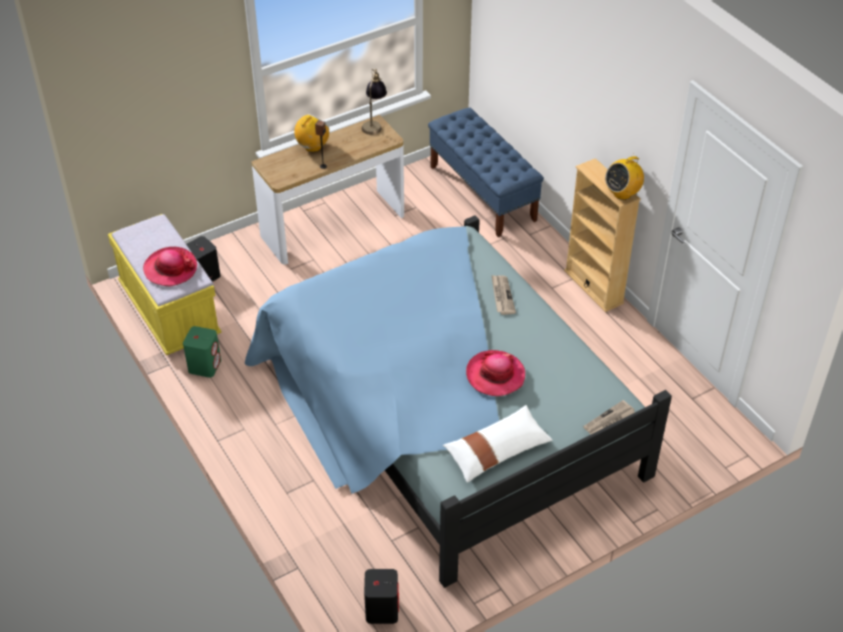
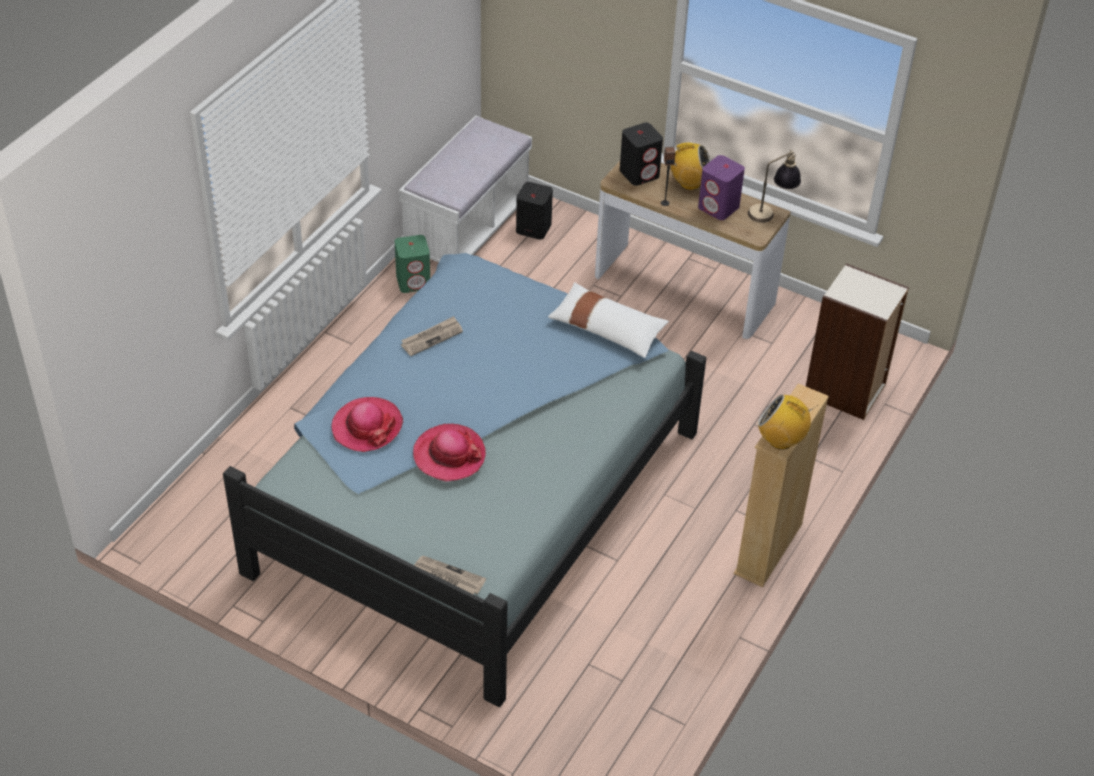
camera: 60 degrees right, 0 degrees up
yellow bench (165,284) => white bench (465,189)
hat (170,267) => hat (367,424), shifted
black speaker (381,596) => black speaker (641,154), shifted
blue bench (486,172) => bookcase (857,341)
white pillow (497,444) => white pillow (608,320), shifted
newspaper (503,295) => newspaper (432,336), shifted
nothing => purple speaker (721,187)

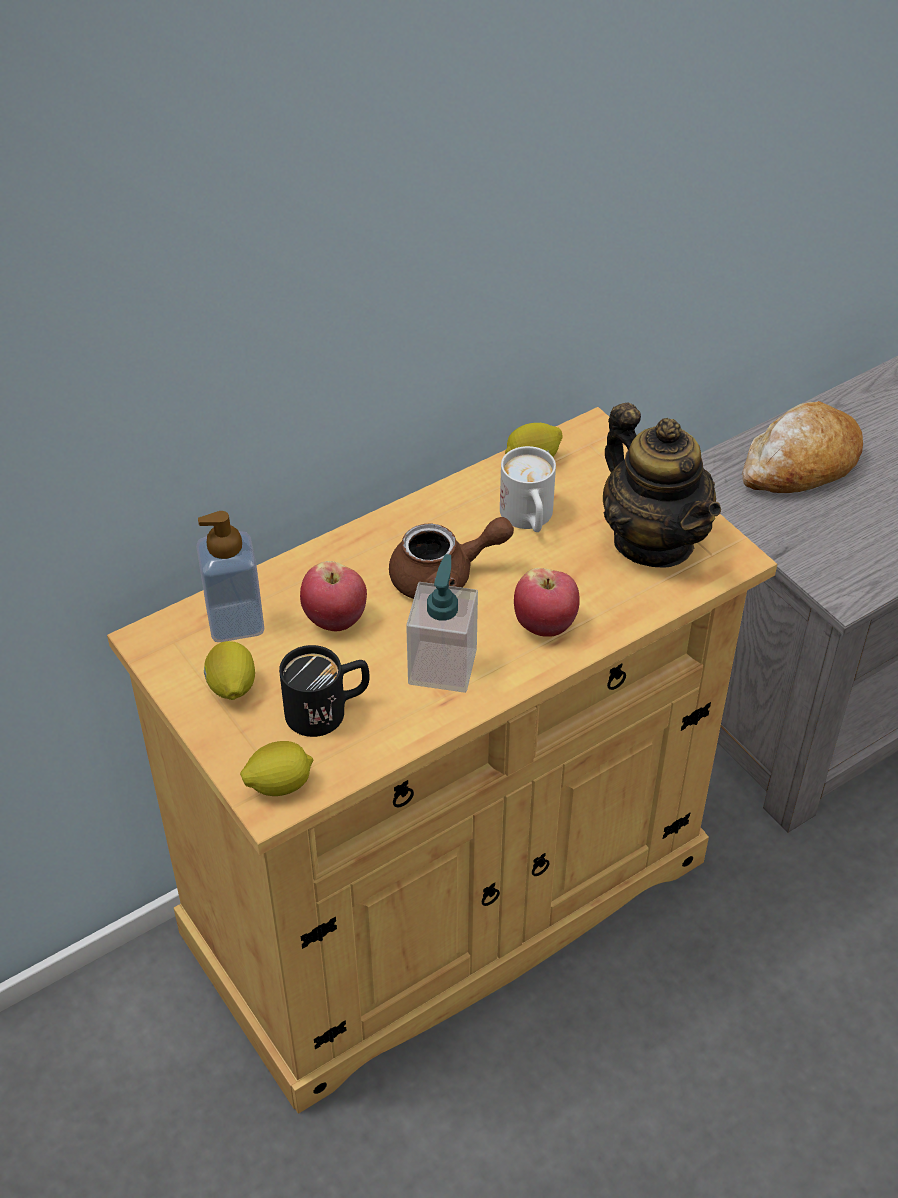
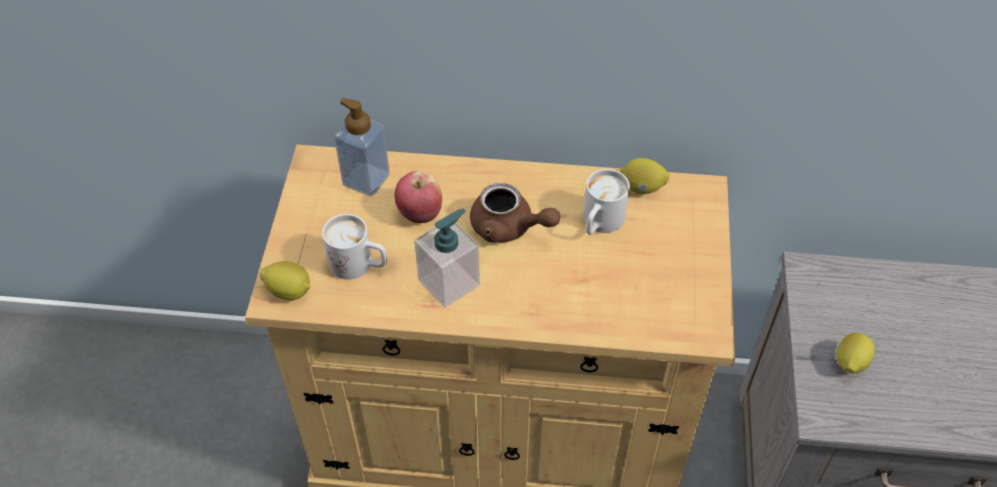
camera: 40 degrees right, 5 degrees up
lemon (229,670) => lemon (856,353), shifted
black mug (324,691) => white mug (354,247)
apple (547,602) => nothing
teapot (662,485) => nothing
bread (802,447) => nothing

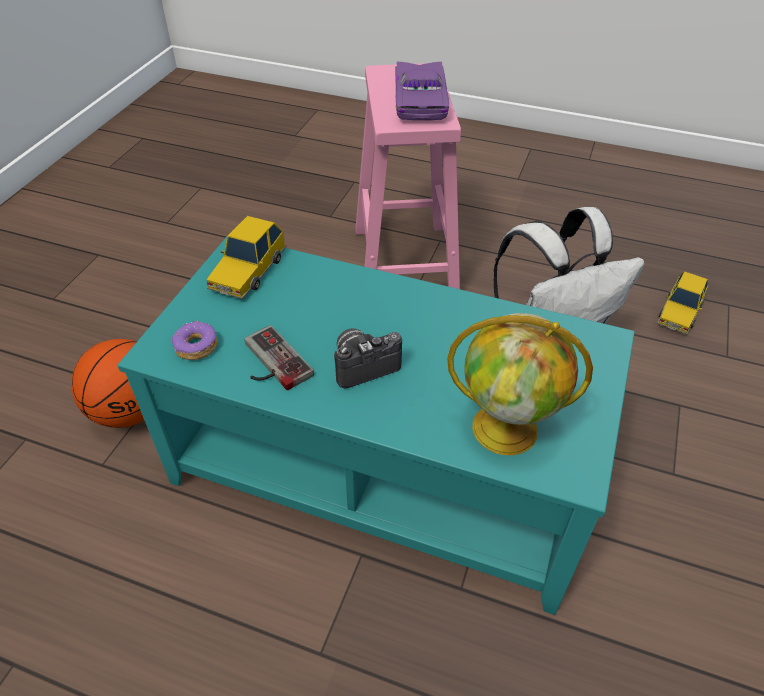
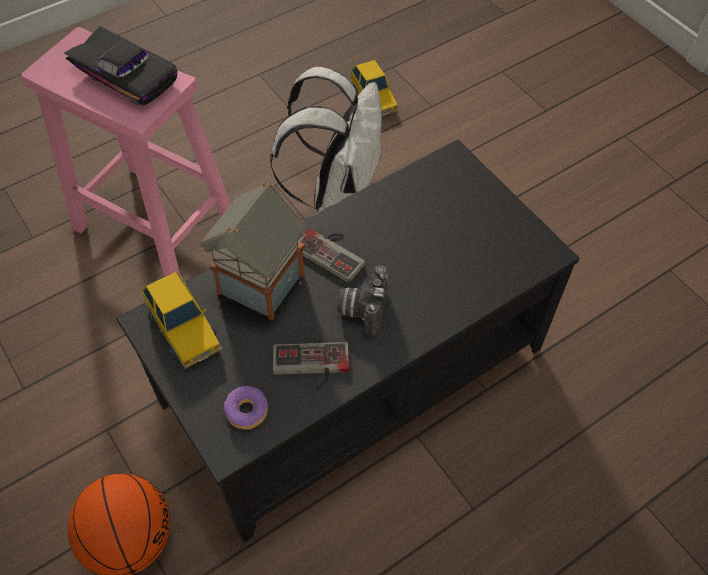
camera: 55 degrees left, 10 degrees up
turquoise coffee table (376,426) => black coffee table (348,341)
purple toy car (422,90) => black toy car (121,65)
globe (520,384) => nothing
nothing => toy house (253,251)
nothing => game controller (331,256)

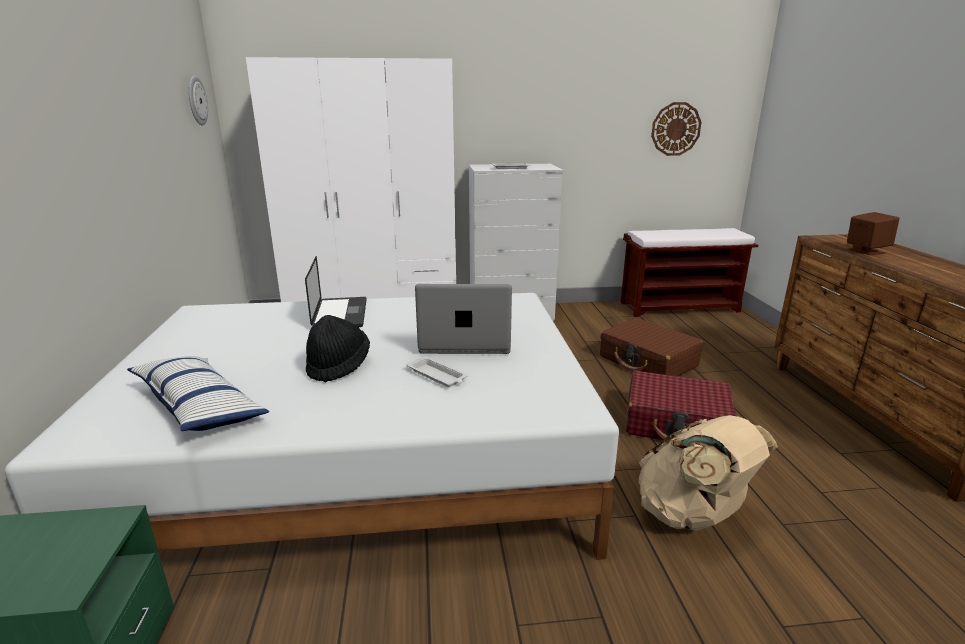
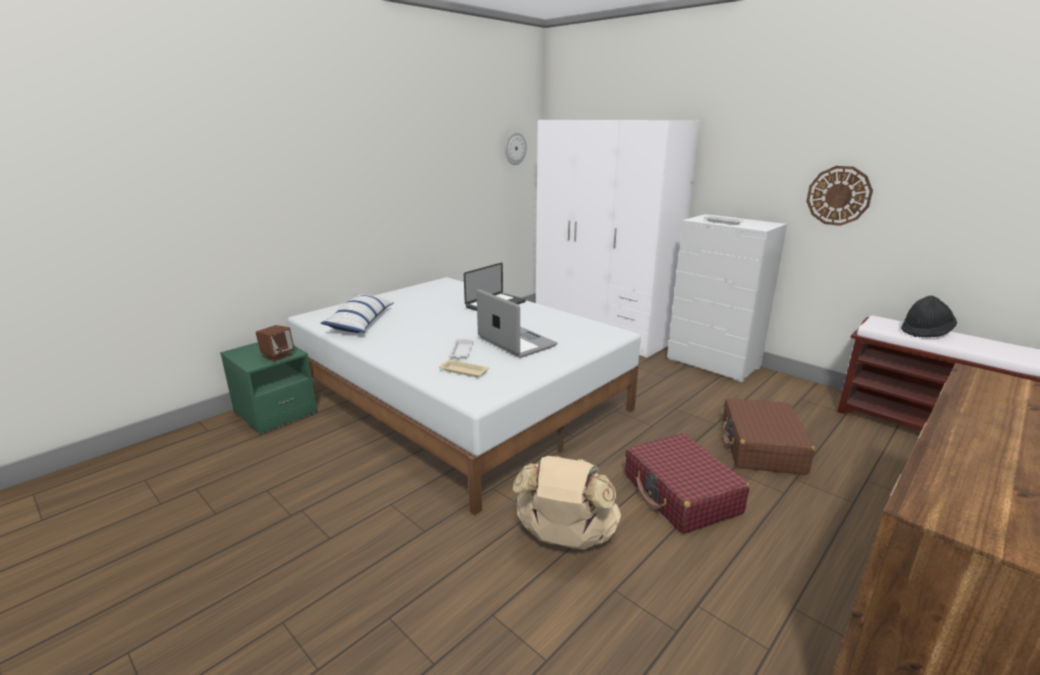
camera: 50 degrees right, 0 degrees up
black hat (338,348) => black hat (929,316), shifted
wall clock (676,129) => wall clock (839,196), shifted
brown speaker (873,233) => brown speaker (275,343), shifted
nothing => beige tray (464,368)

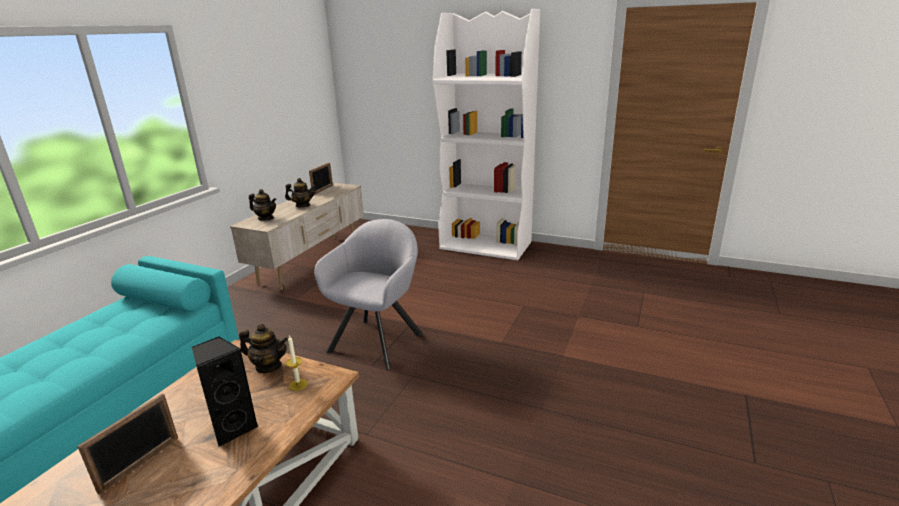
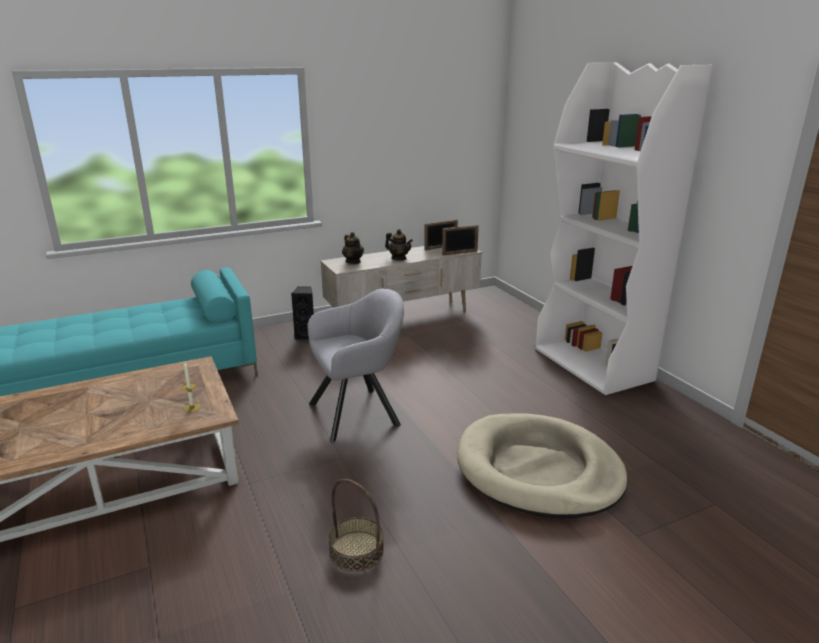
camera: 40 degrees right, 0 degrees up
picture frame (127,443) => picture frame (460,240), shifted
black speaker (225,391) => black speaker (302,313), shifted
teapot (263,348) => nothing
nothing => basket (356,525)
nothing => beige dog bed (542,466)

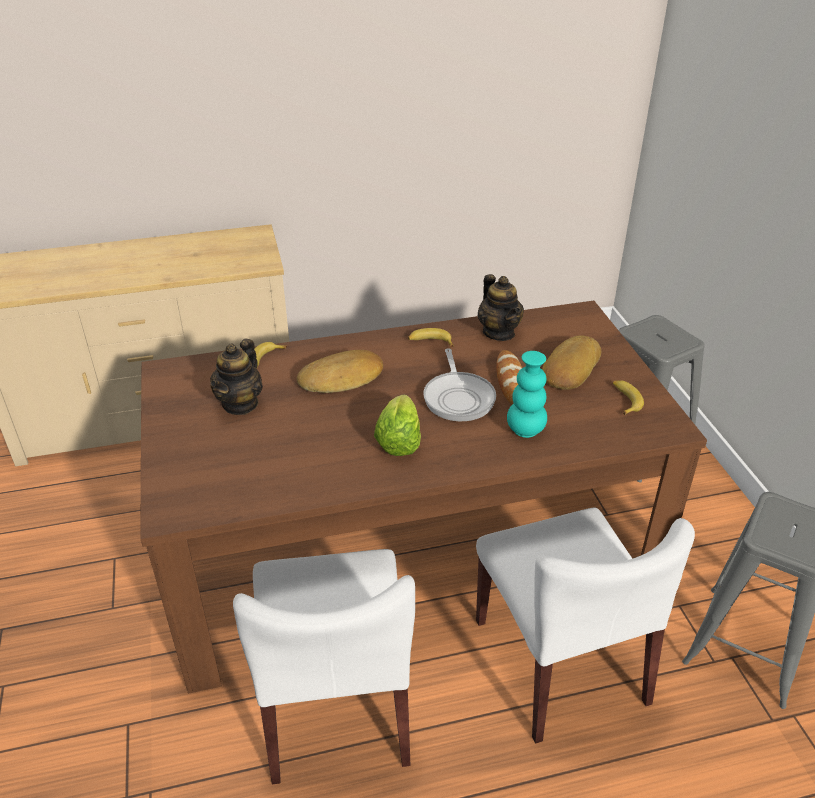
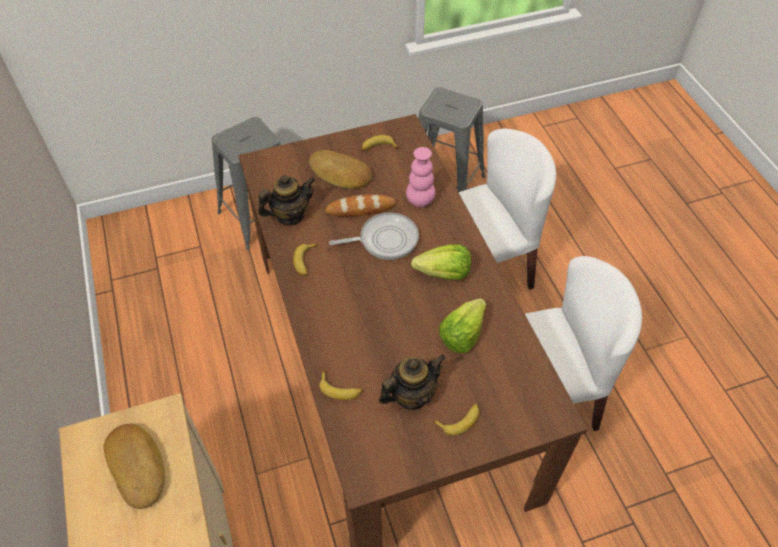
camera: 95 degrees left, 15 degrees up
teapot (236,376) => teapot (412,382), 45 degrees counterclockwise
bread (340,371) => bread (134,466), shifted
turquoise vase (527,394) => pink vase (420,177)
nothing => banana (456,419)
nothing => lettuce (462,326)

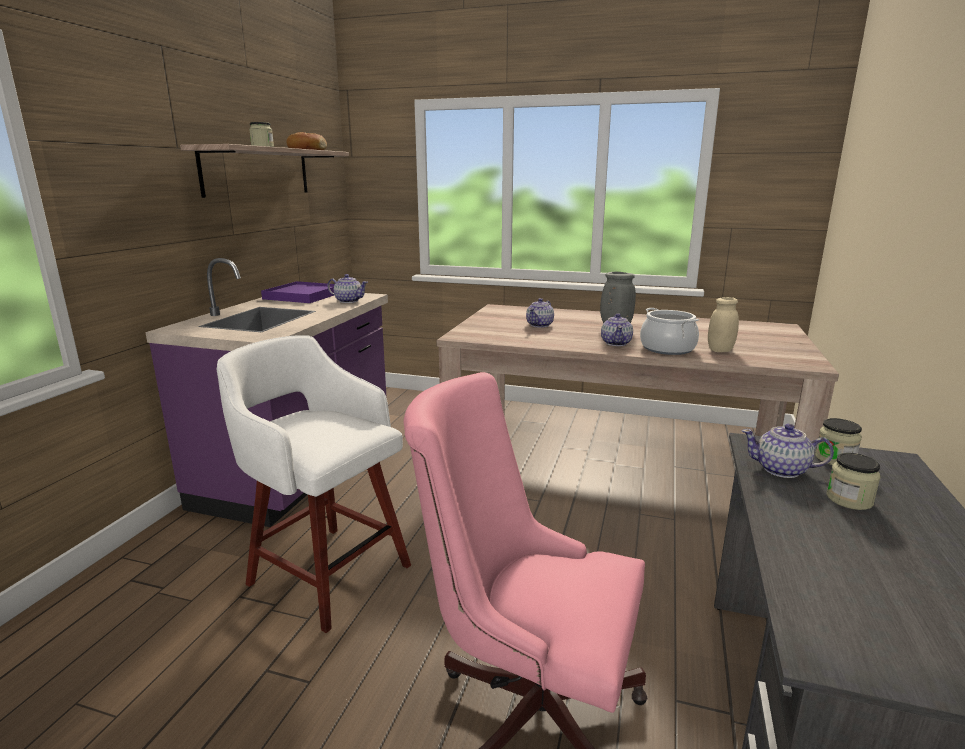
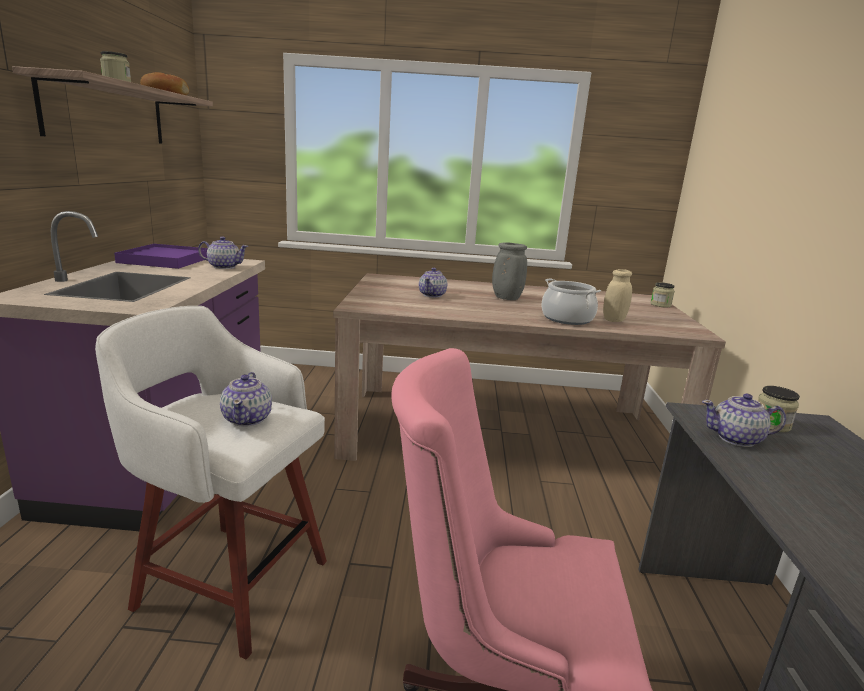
camera: 15 degrees left, 0 degrees up
teapot (617,329) => teapot (246,399), shifted
jar (854,481) => jar (662,294), shifted

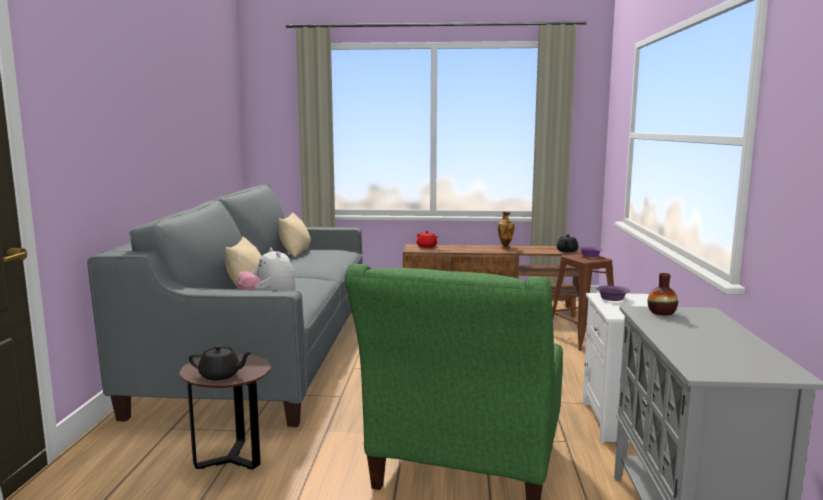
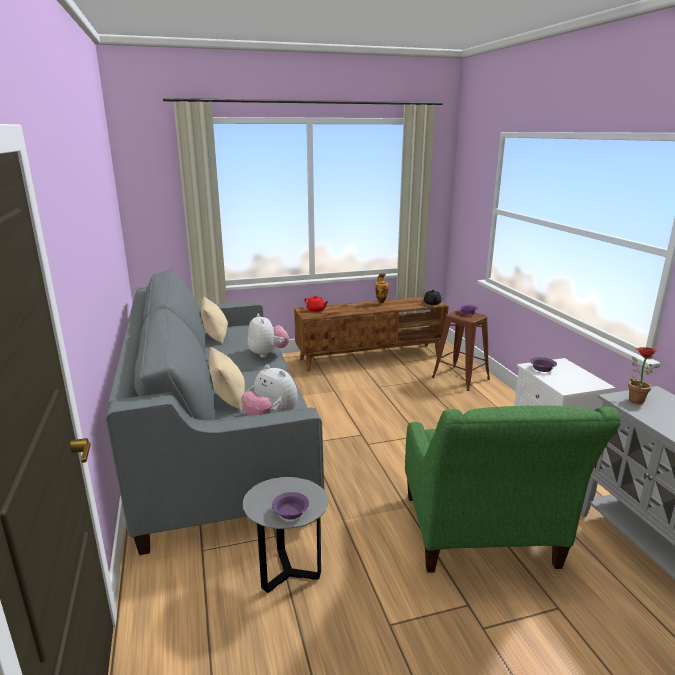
camera: 20 degrees left, 10 degrees up
brown side table (225,411) => grey side table (285,535)
black teapot (220,362) => purple bowl (290,505)
vase (663,294) => potted plant (644,375)
nothing => plush toy (268,335)

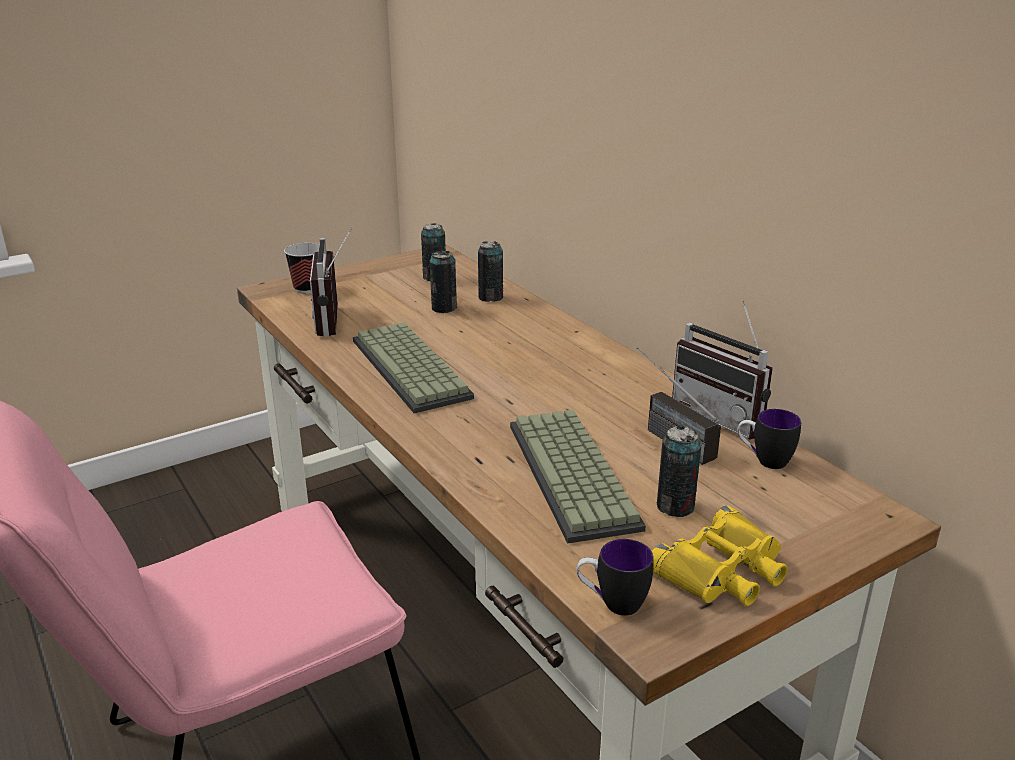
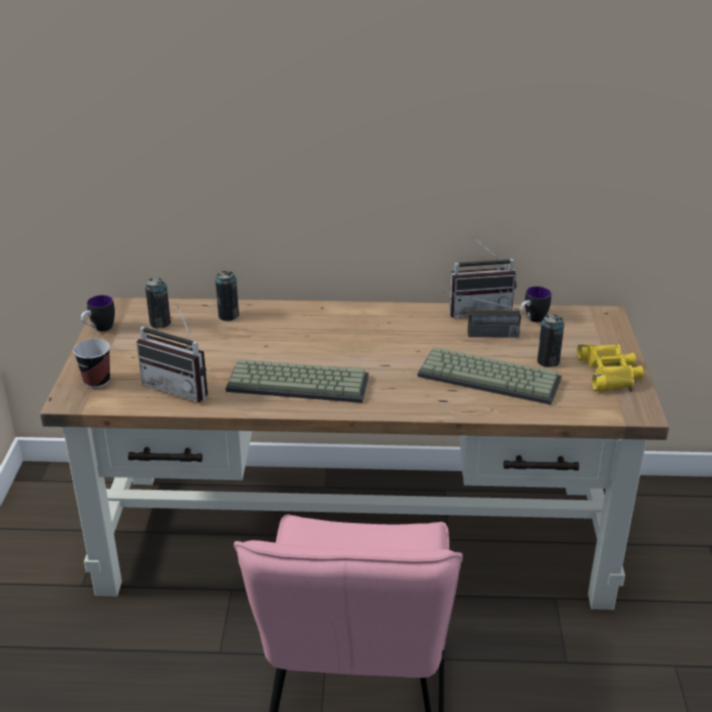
camera: 55 degrees left, 5 degrees up
can (443,282) => nothing
mug (615,577) => mug (98,313), shifted

